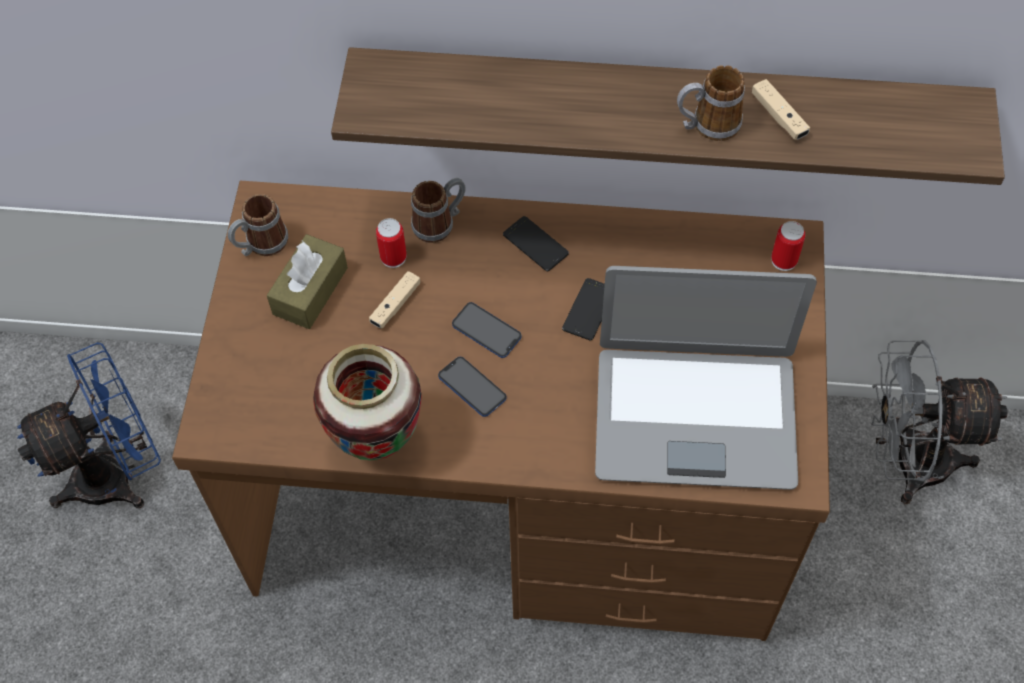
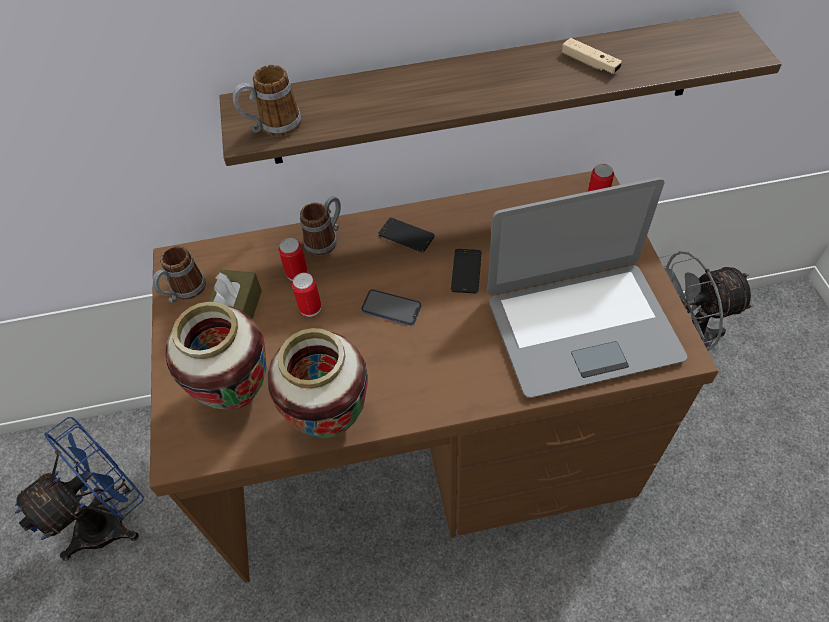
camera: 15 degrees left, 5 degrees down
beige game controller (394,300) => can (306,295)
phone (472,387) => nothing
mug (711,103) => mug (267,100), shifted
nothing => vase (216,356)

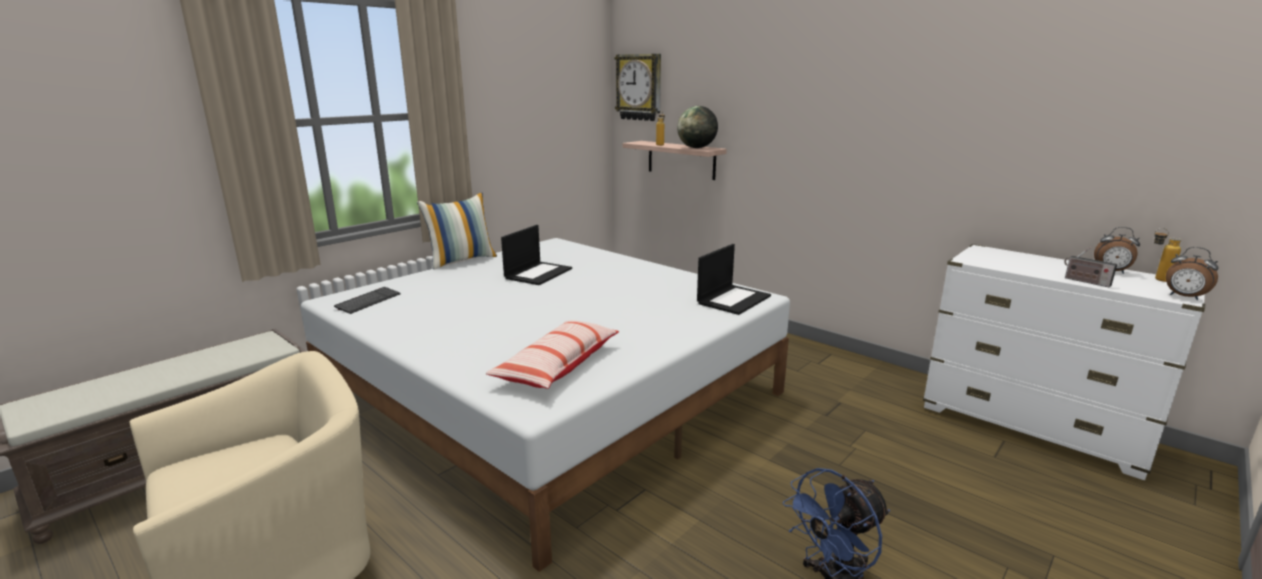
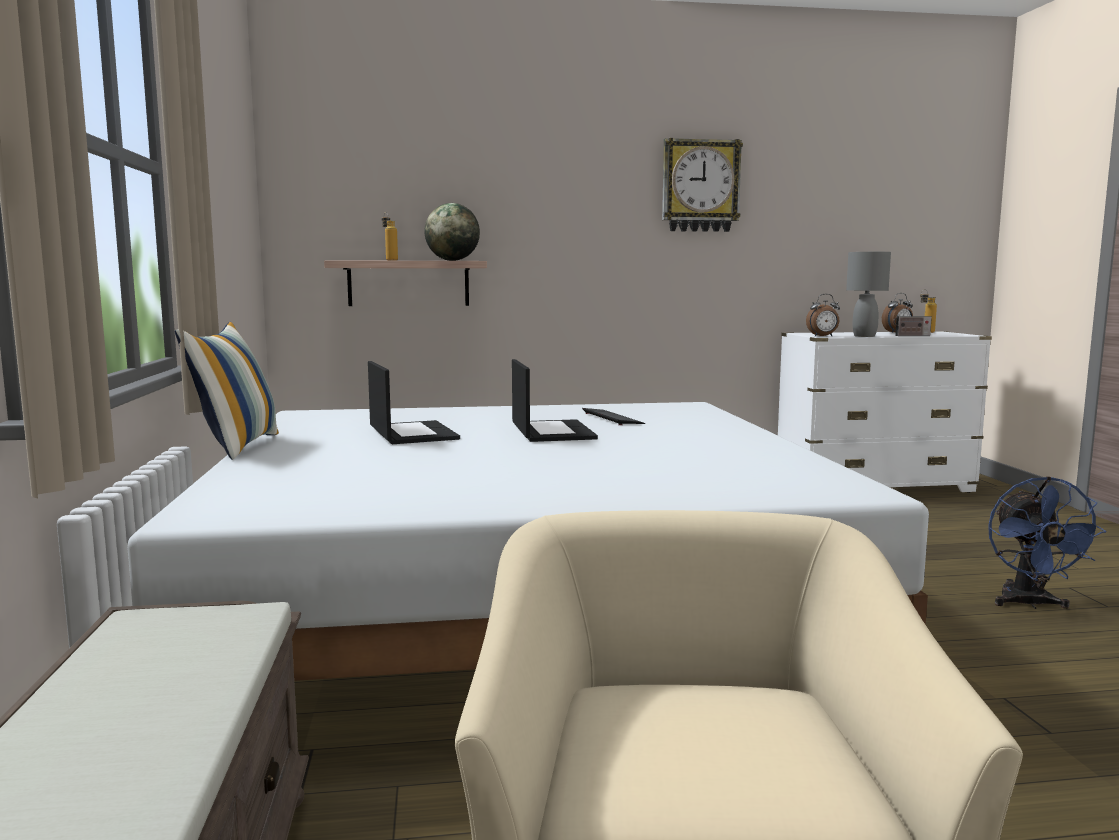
camera: 50 degrees left, 10 degrees down
keyboard (367,300) => keyboard (613,416), shifted
pillow (552,354) => nothing
wall clock (637,87) => wall clock (702,185), shifted
laptop (734,279) => laptop (555,400), shifted
alarm clock (1192,273) => alarm clock (823,315), shifted
nothing => grey table lamp (868,294)

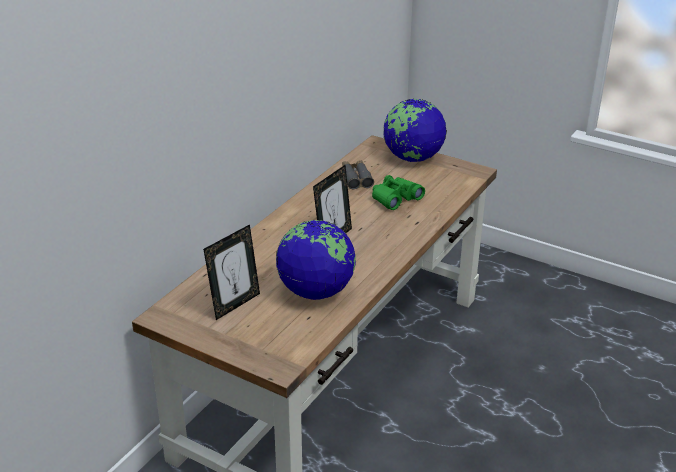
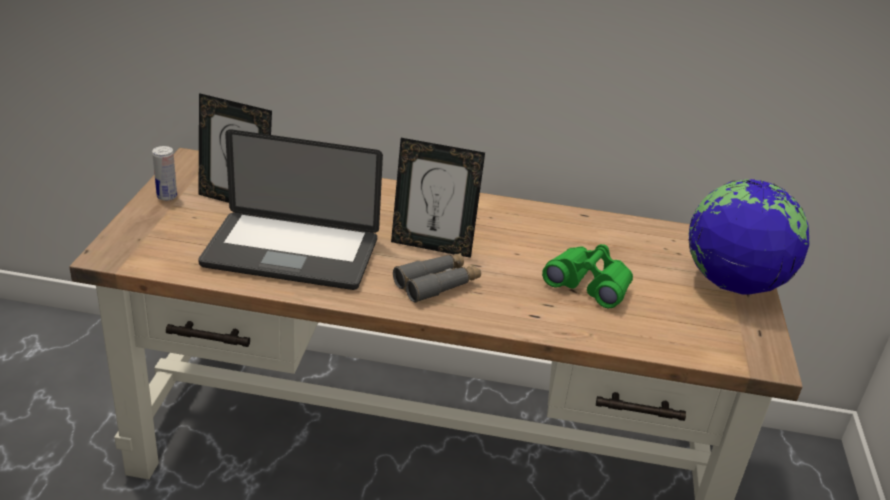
camera: 65 degrees right, 0 degrees up
globe (316,260) => laptop (290,209)
grey binoculars (358,175) => grey binoculars (437,278), shifted
nothing => can (164,173)

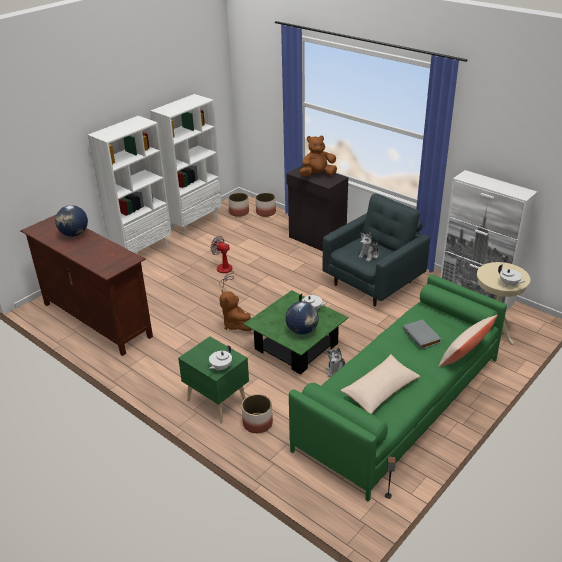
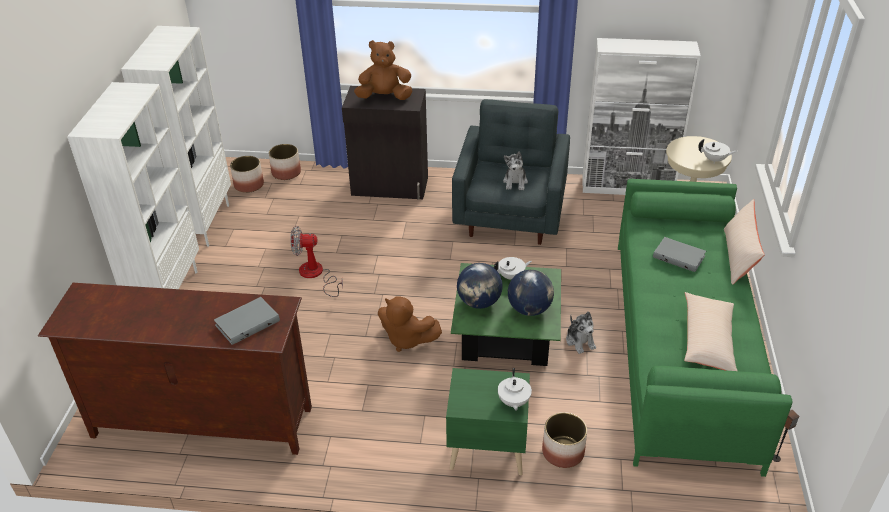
camera: 35 degrees left, 5 degrees up
globe (71,221) => globe (480,286), shifted
brown plush toy (318,156) => brown plush toy (383,70), 45 degrees clockwise
nothing => grey book (247,321)

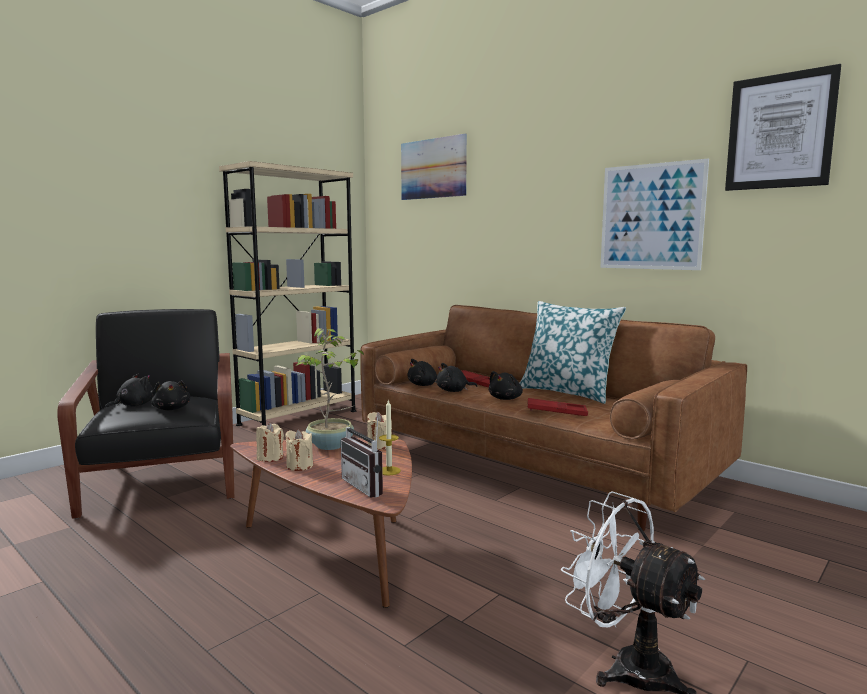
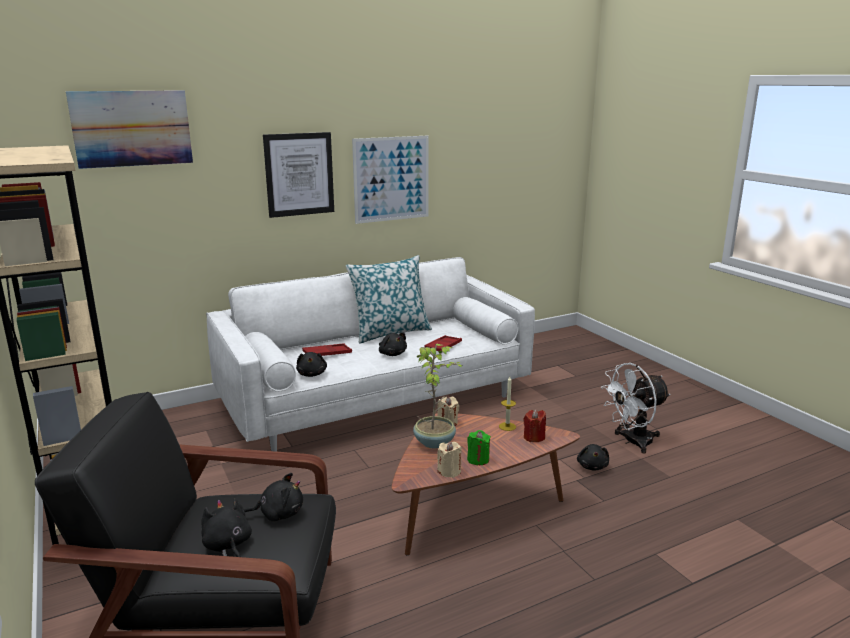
camera: 70 degrees left, 10 degrees up
beige candle (299,450) => green candle (479,447)
radio (362,456) => red candle (534,426)
brown sofa (553,418) => white sofa (370,354)
black plush toy (456,377) => black plush toy (593,457), shifted
picture (783,127) => picture (298,175), shifted

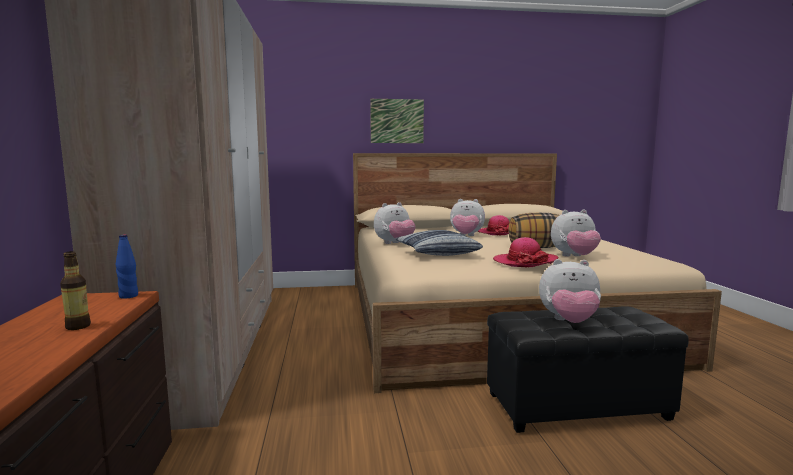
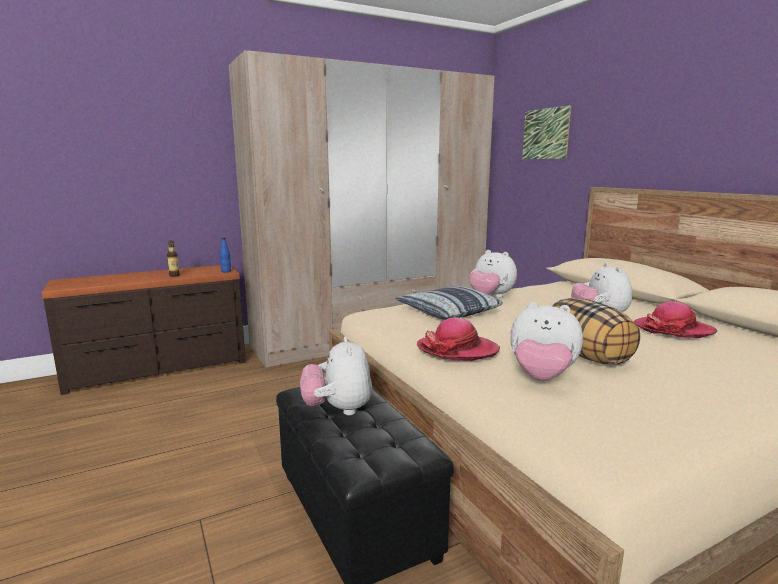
camera: 70 degrees right, 5 degrees up
picture (397,121) => picture (546,132), shifted
plush toy (576,233) => plush toy (546,341), 45 degrees counterclockwise

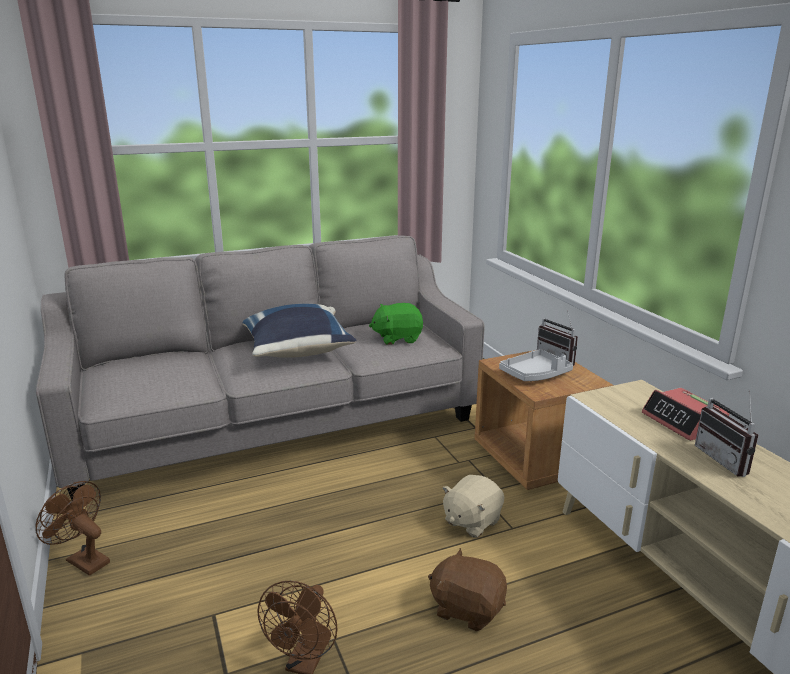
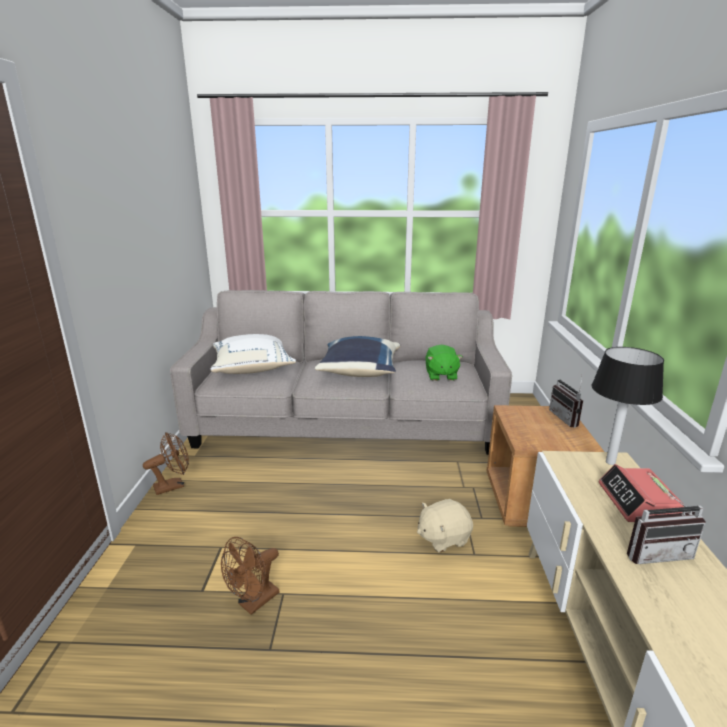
camera: 25 degrees right, 0 degrees up
brown fan (72,528) => brown fan (166,463), 90 degrees clockwise
green plush toy (396,324) => green plush toy (444,363), 105 degrees counterclockwise
brown plush toy (467,589) => nothing
grey tray (536,365) => nothing
radio (726,434) => radio (666,522), 105 degrees counterclockwise
nothing => white pillow (253,354)
nothing => table lamp (627,406)

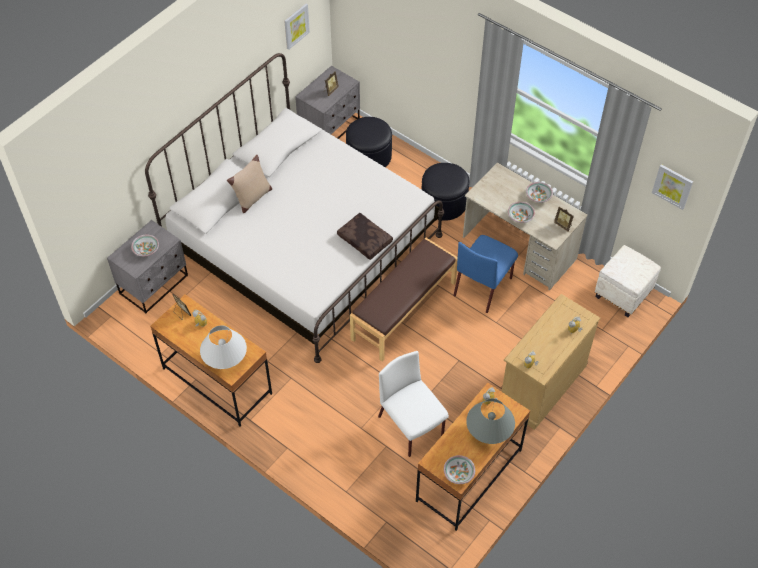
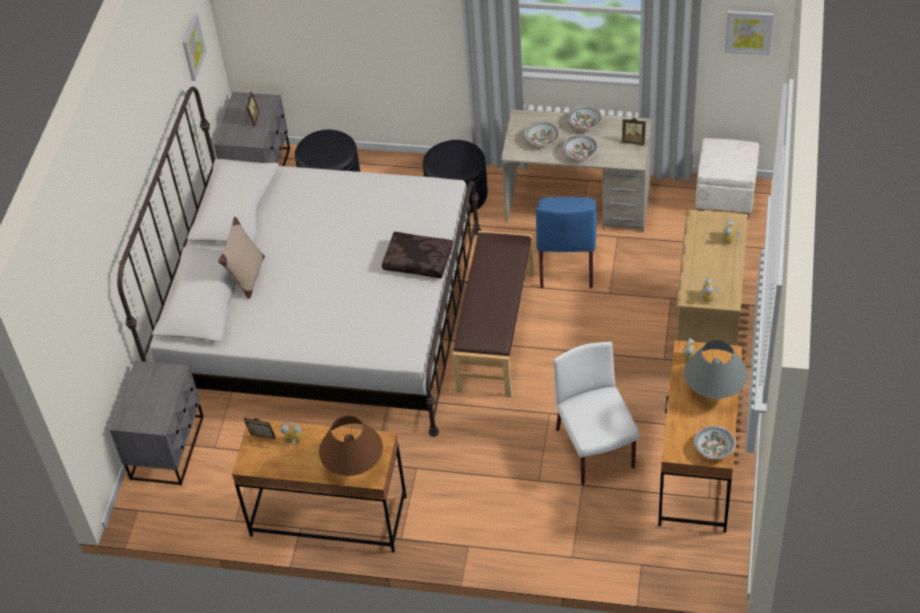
camera: 25 degrees left, 5 degrees down
bowl (145,245) => bowl (542,133), shifted
white table lamp (223,347) => brown table lamp (351,446)
white chair (413,404) => white chair (596,413), 45 degrees clockwise

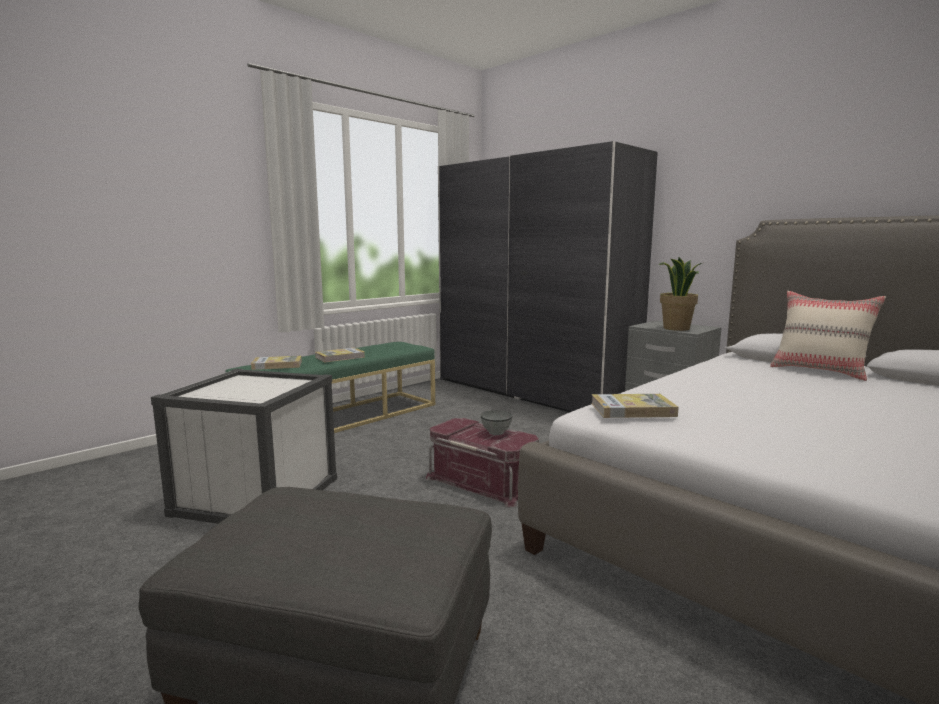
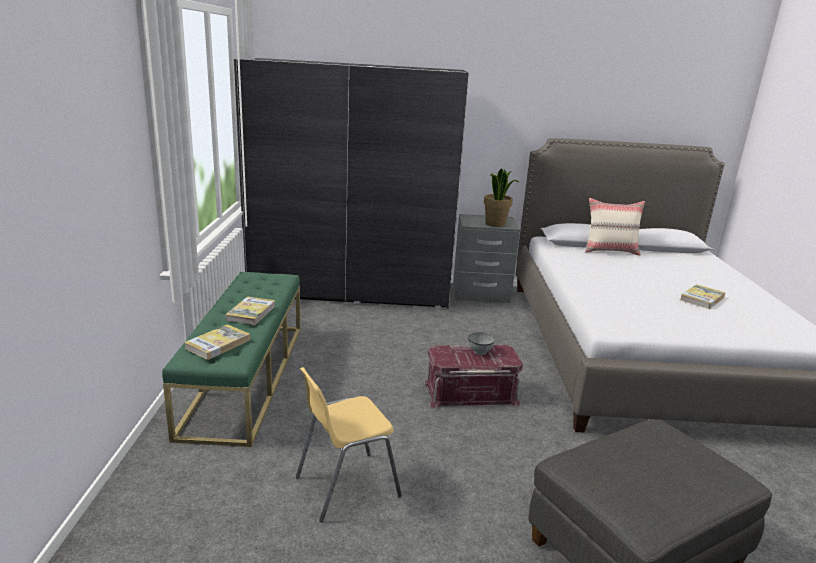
camera: 45 degrees left, 10 degrees up
white storage box (244,446) => yellow chair (349,444)
book (635,406) => book (703,296), shifted

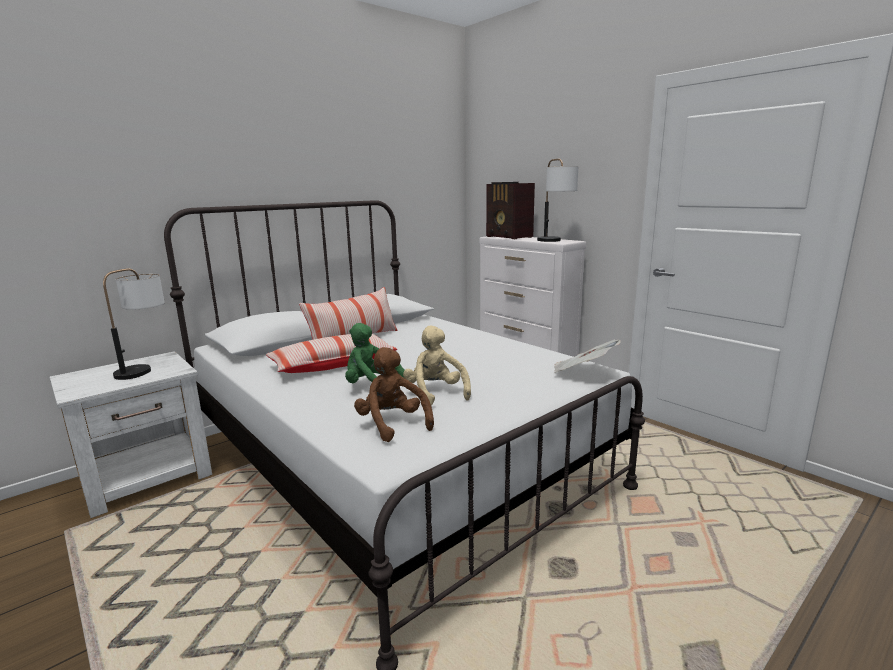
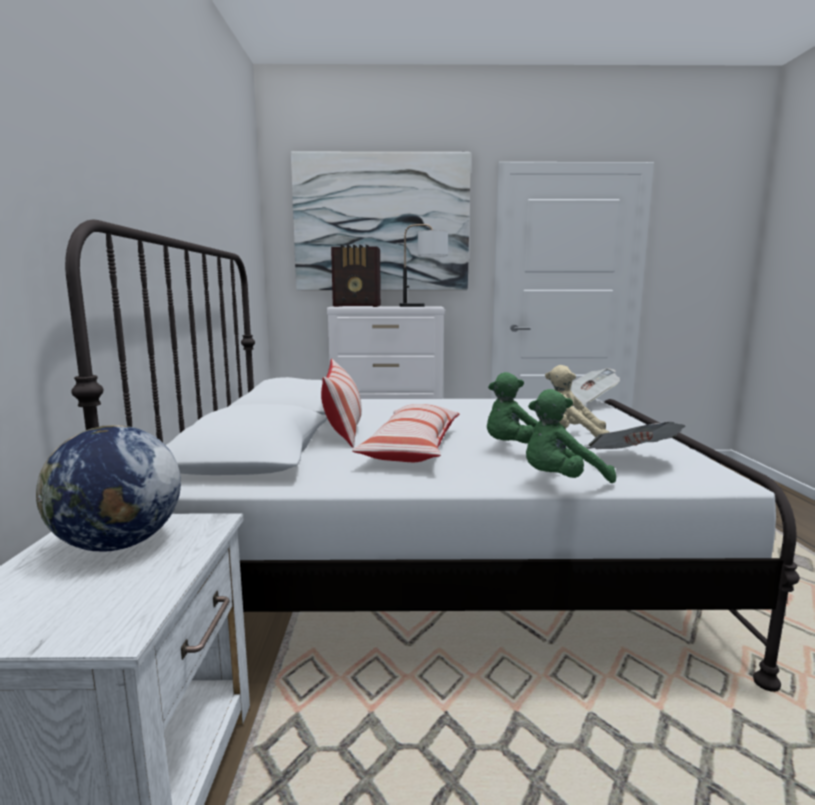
camera: 50 degrees left, 5 degrees down
table lamp (134,324) => globe (108,488)
brown plush toy (394,394) => newspaper (636,435)
nothing => picture (381,220)
nothing => green plush toy (571,436)

